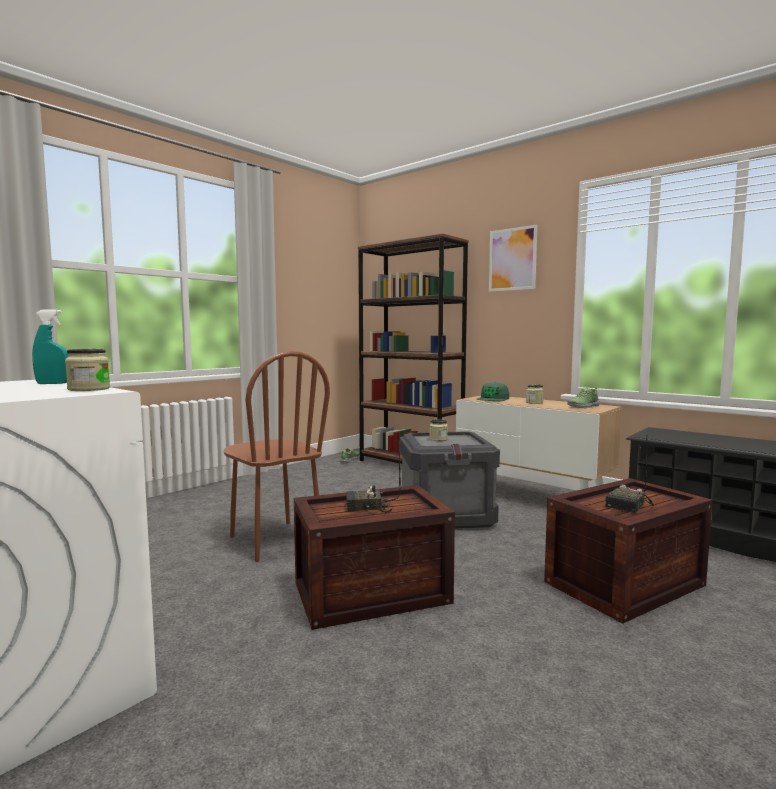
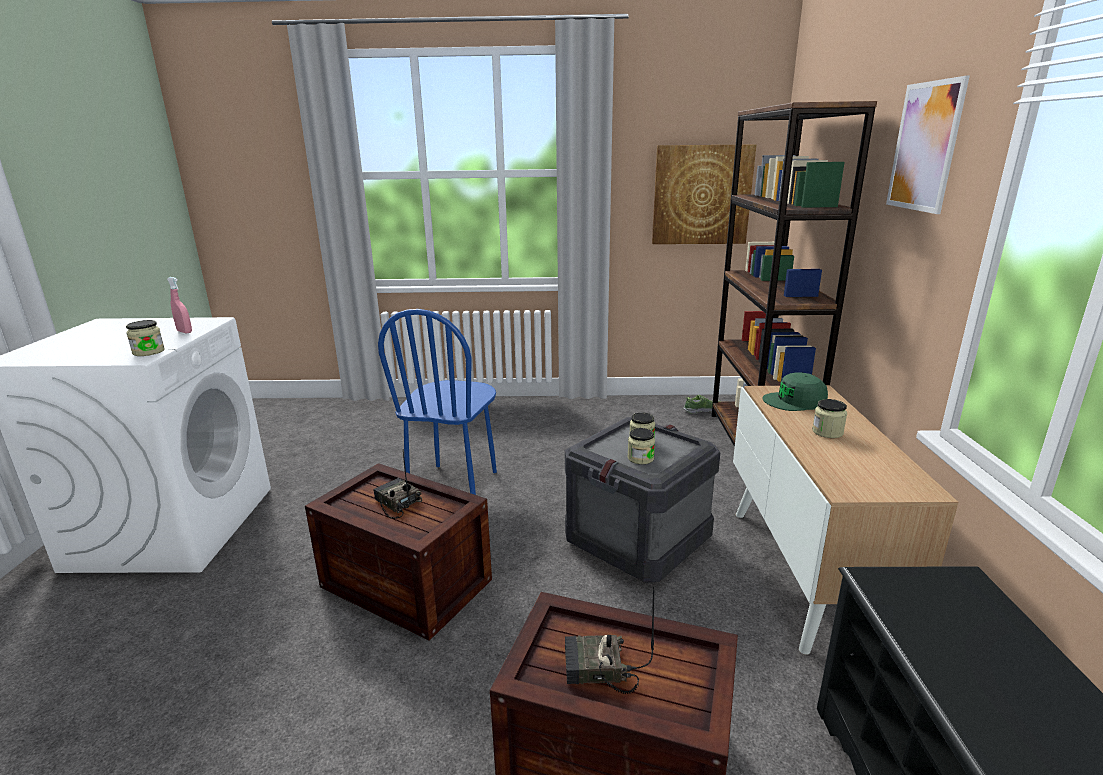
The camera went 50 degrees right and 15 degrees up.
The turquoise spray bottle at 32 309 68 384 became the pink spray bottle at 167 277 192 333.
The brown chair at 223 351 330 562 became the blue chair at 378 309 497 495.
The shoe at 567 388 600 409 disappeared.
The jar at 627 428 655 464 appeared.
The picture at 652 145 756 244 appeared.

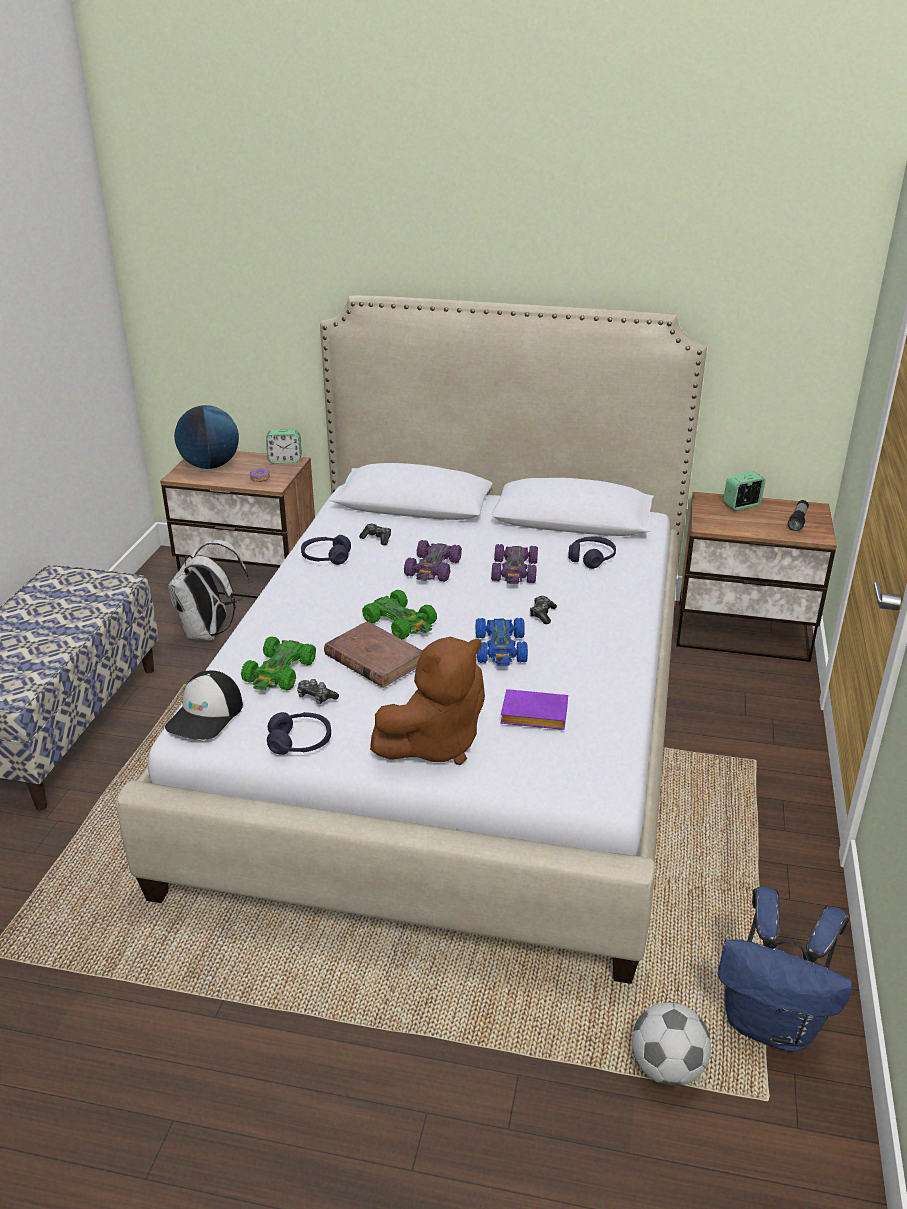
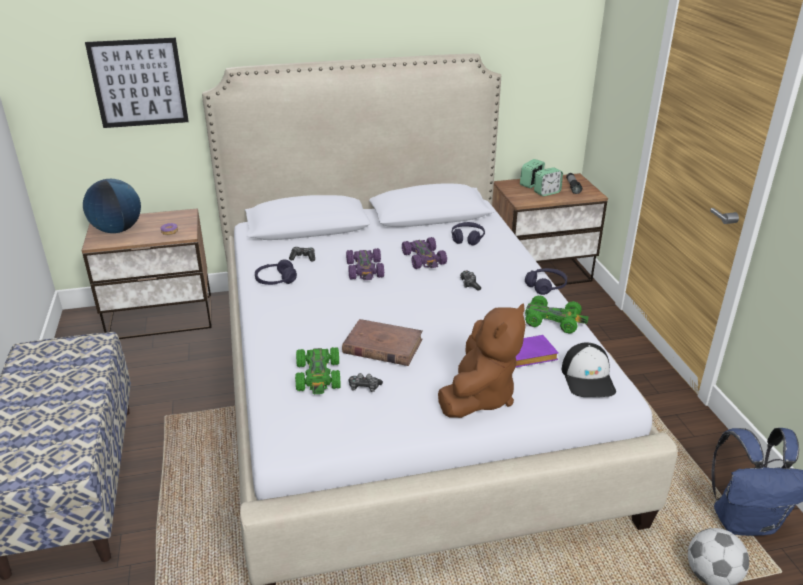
The camera went 25 degrees left and 0 degrees up.
The cap moved from 165 671 243 740 to 562 342 616 397.
The white backpack at 168 540 249 640 disappeared.
The alarm clock moved from 266 429 302 463 to 534 167 563 196.
The purple headphones moved from 267 712 331 755 to 525 268 567 295.
The green toy car moved from 362 590 437 640 to 525 295 588 334.
The blue toy car at 475 618 528 666 disappeared.
The picture at 85 38 189 128 appeared.

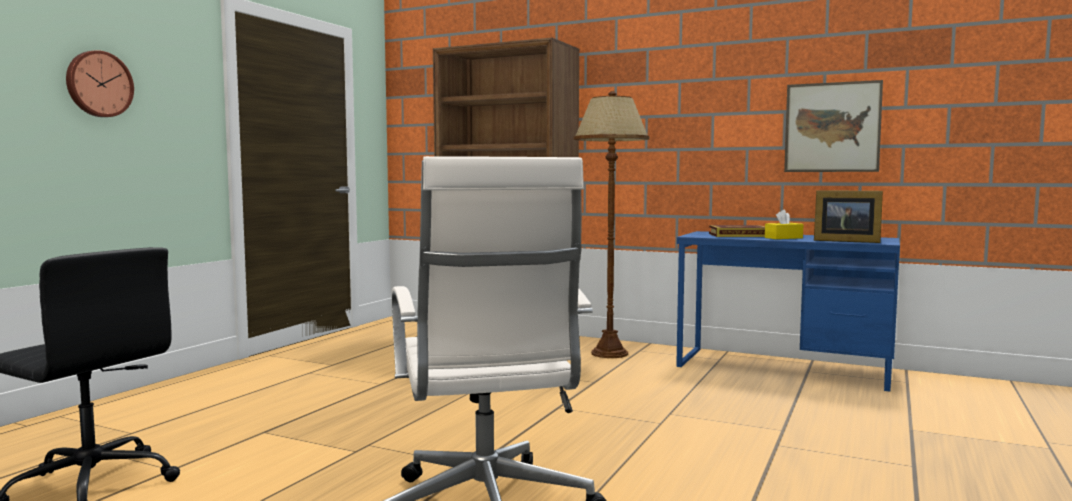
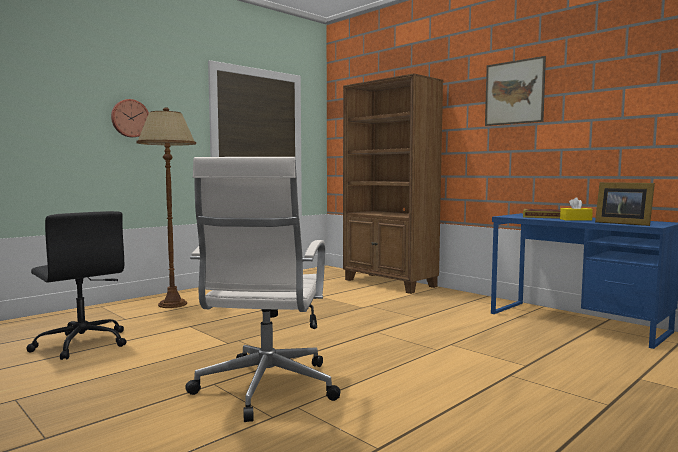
The camera went 20 degrees right and 0 degrees up.
The brown floor lamp moved from 574 91 650 358 to 136 107 196 308.
The picture moved from 784 80 883 172 to 485 56 546 126.

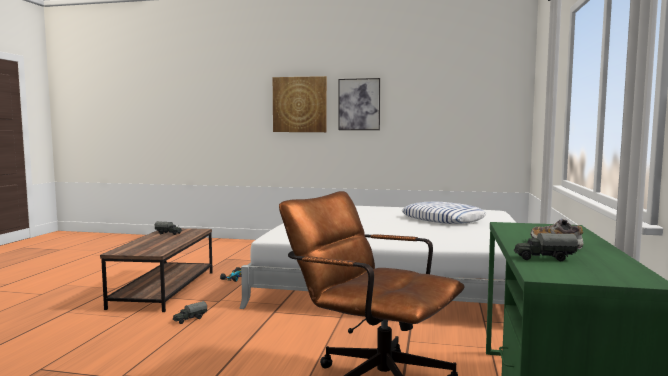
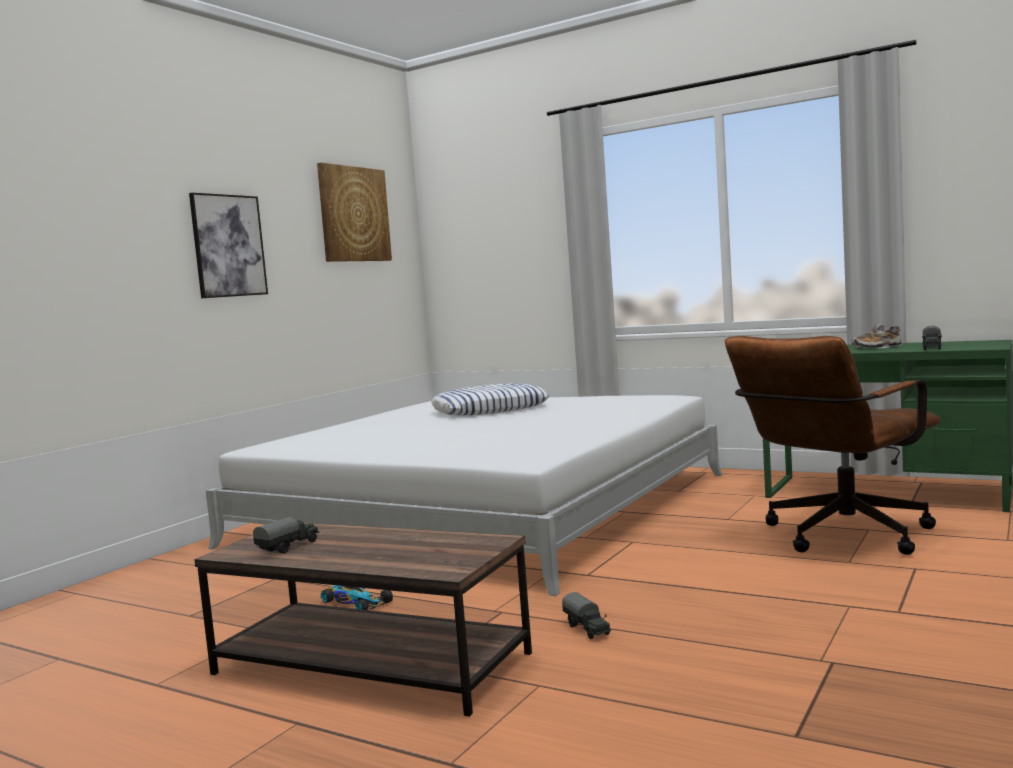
The camera went 70 degrees left and 0 degrees up.
The picture moved from 273 76 327 132 to 317 162 392 262.

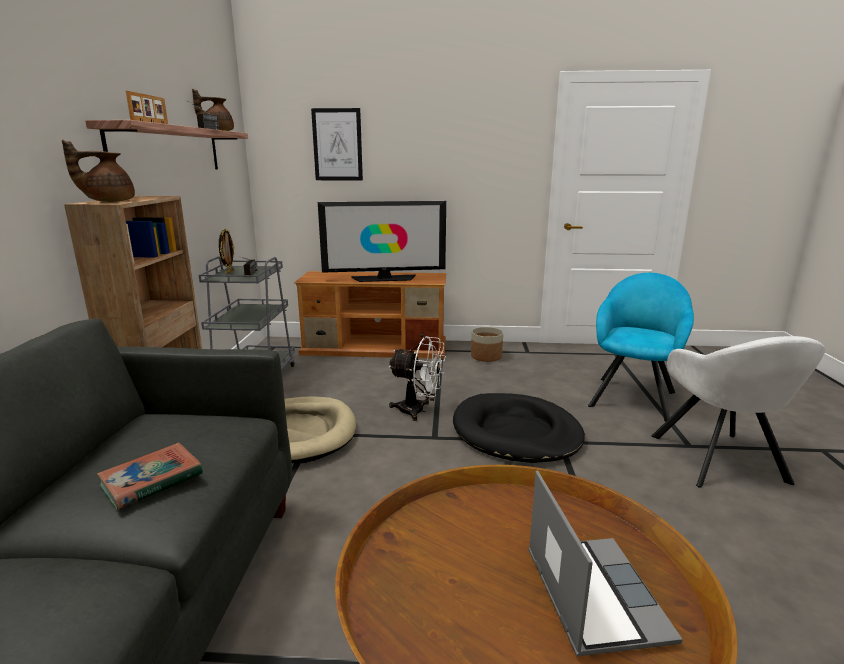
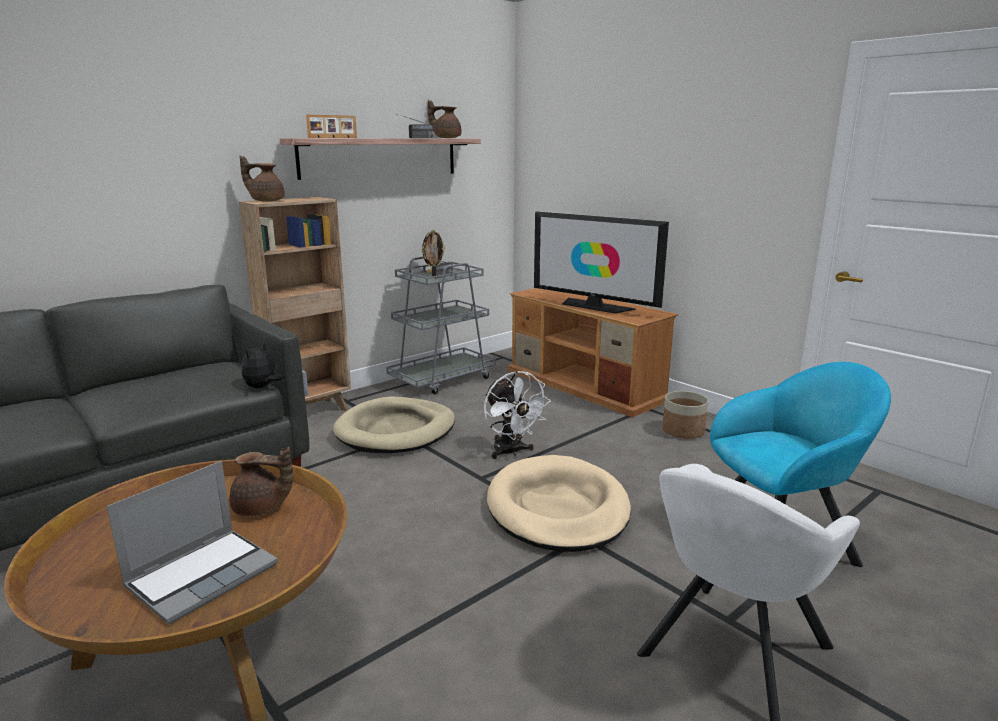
The camera went 45 degrees right and 0 degrees up.
The book at 97 443 203 510 disappeared.
The picture at 311 108 363 180 disappeared.
The black dog bed at 453 393 585 463 became the beige dog bed at 487 455 631 552.
The brown teapot at 230 447 293 516 appeared.
The plush toy at 241 341 284 388 appeared.

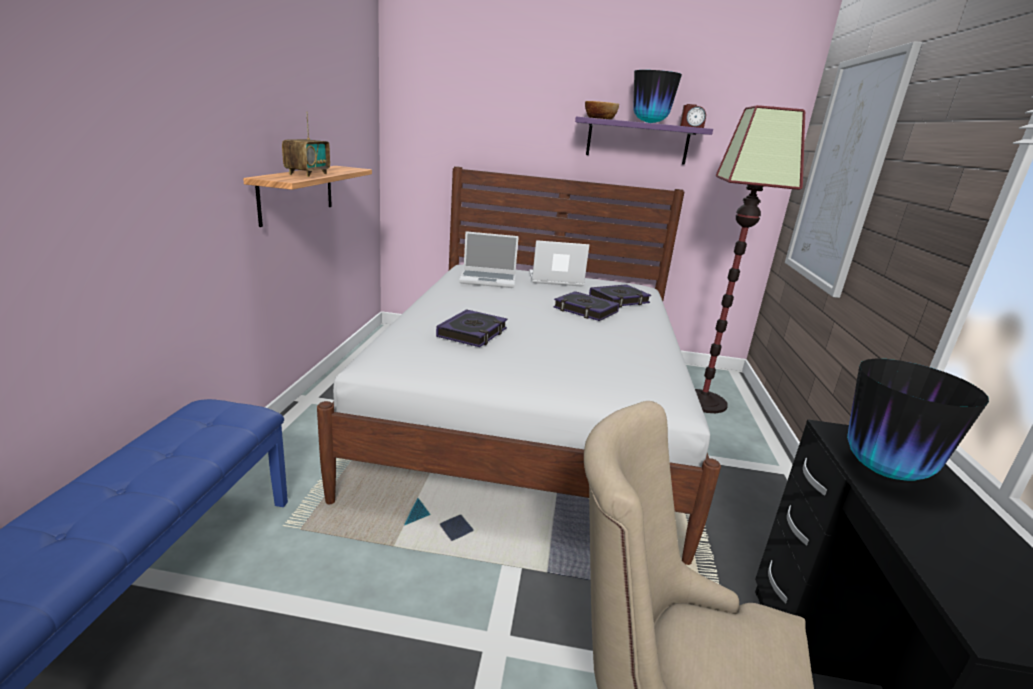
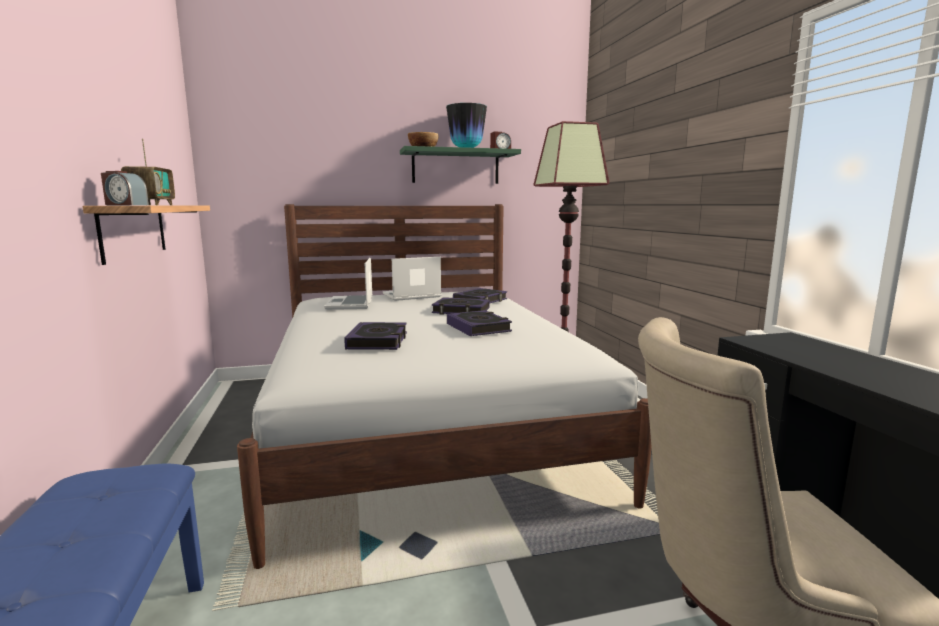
The camera went 20 degrees left and 10 degrees down.
The laptop at 459 231 519 288 turned 105 degrees clockwise.
The purple shelf at 575 117 713 165 became the green shelf at 400 146 521 184.
The picture at 785 41 922 298 disappeared.
The vase at 847 359 989 481 disappeared.
The alarm clock at 101 171 149 205 appeared.
The book at 447 310 512 336 appeared.

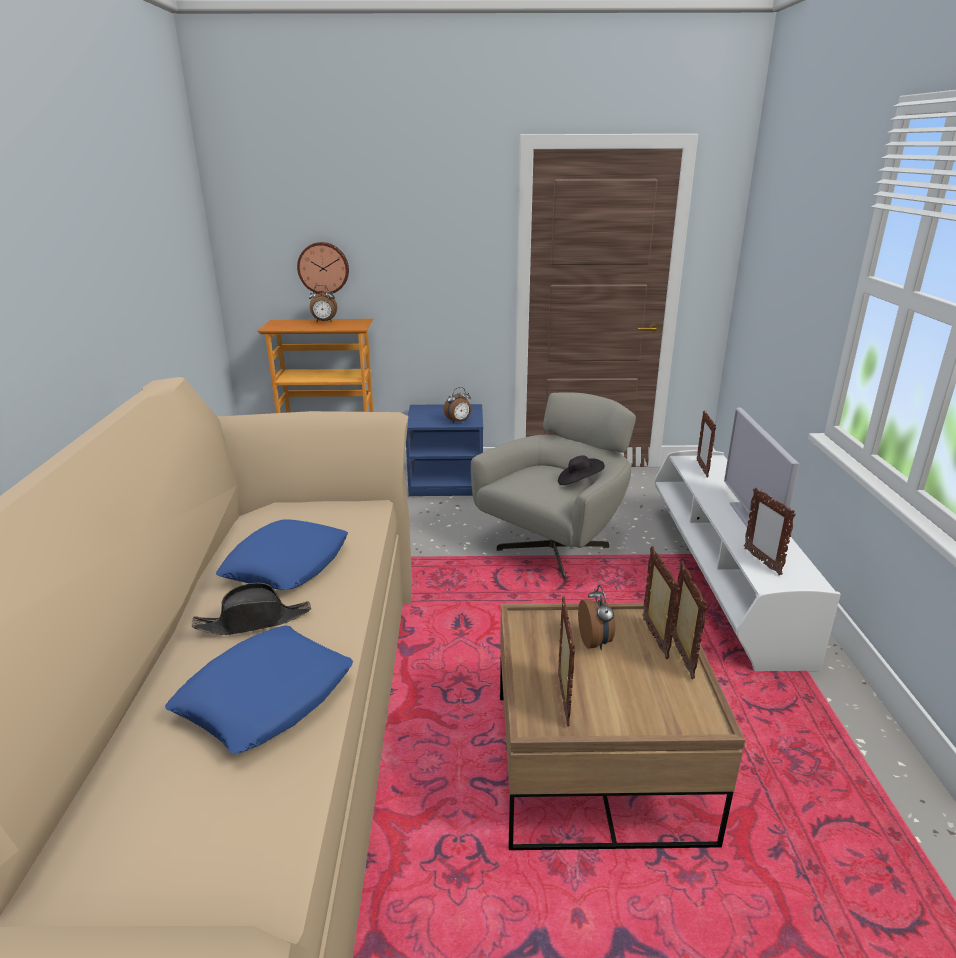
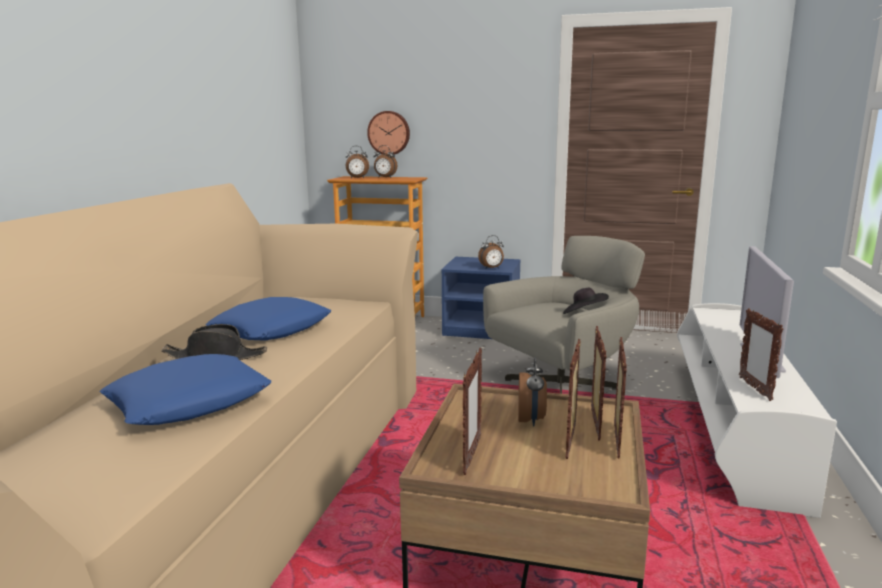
The camera went 15 degrees right and 10 degrees down.
The picture frame moved from 697 410 716 478 to 566 339 581 459.
The alarm clock at 346 146 369 178 appeared.

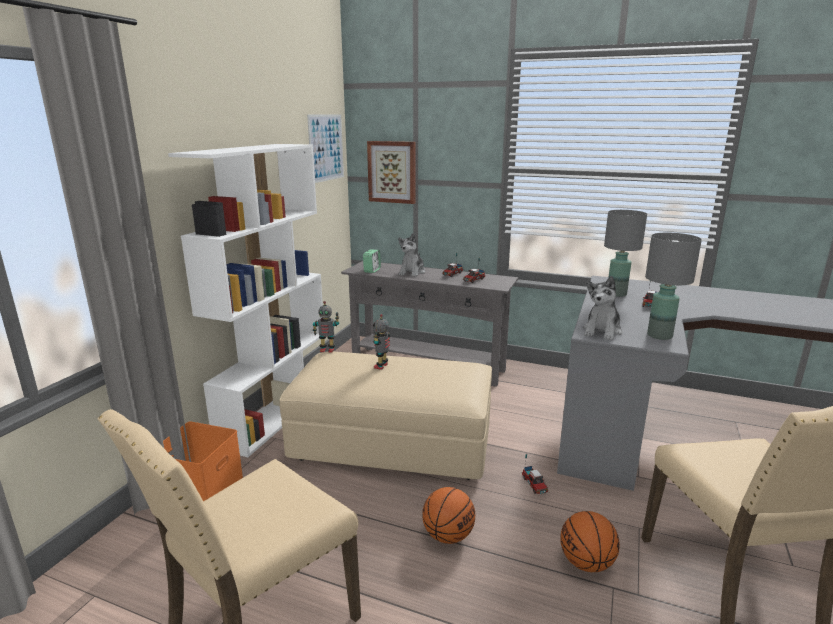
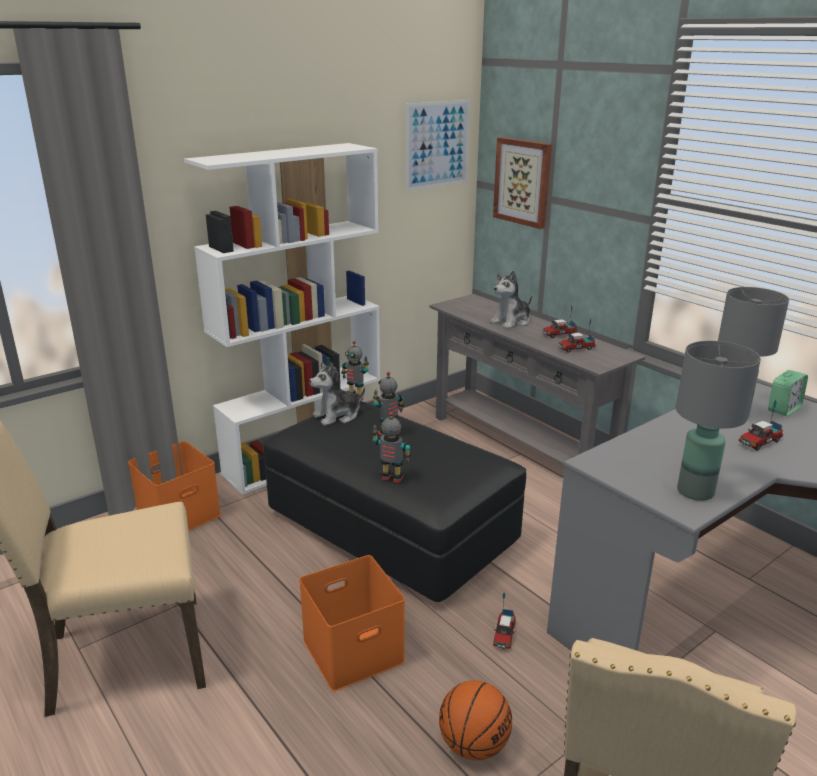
The camera went 30 degrees right and 5 degrees up.
The beige ottoman at 280 352 492 480 became the black ottoman at 263 401 526 602.
The alarm clock moved from 363 250 381 273 to 768 370 808 416.
The basketball at 422 487 475 544 was replaced by the orange storage box at 299 555 405 691.
The plush toy moved from 583 276 622 340 to 309 362 365 426.
The toy robot at 372 412 411 483 appeared.

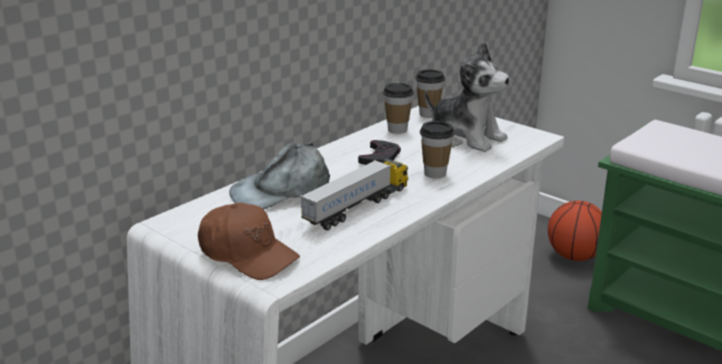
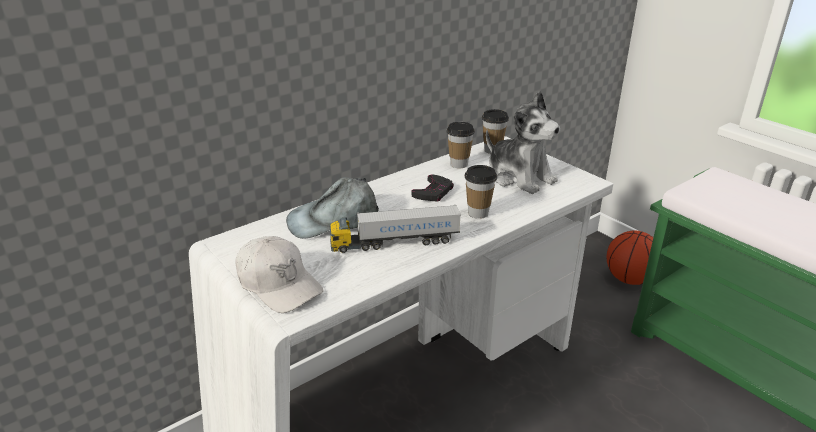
The camera went 10 degrees right and 5 degrees up.
The brown cap at 198 203 300 280 became the white cap at 235 236 324 313.
The toy truck at 300 159 408 230 turned 150 degrees counterclockwise.

